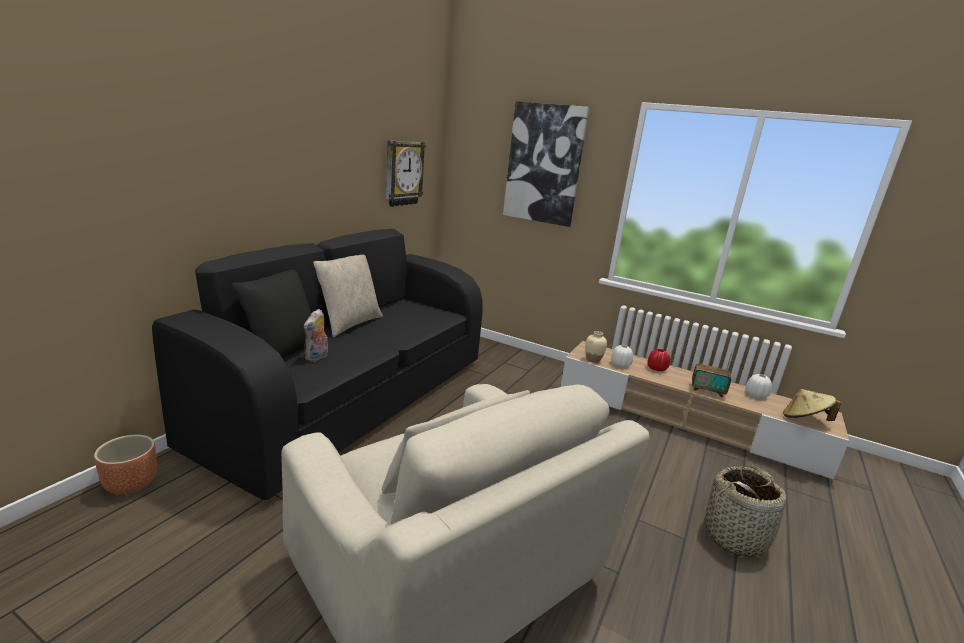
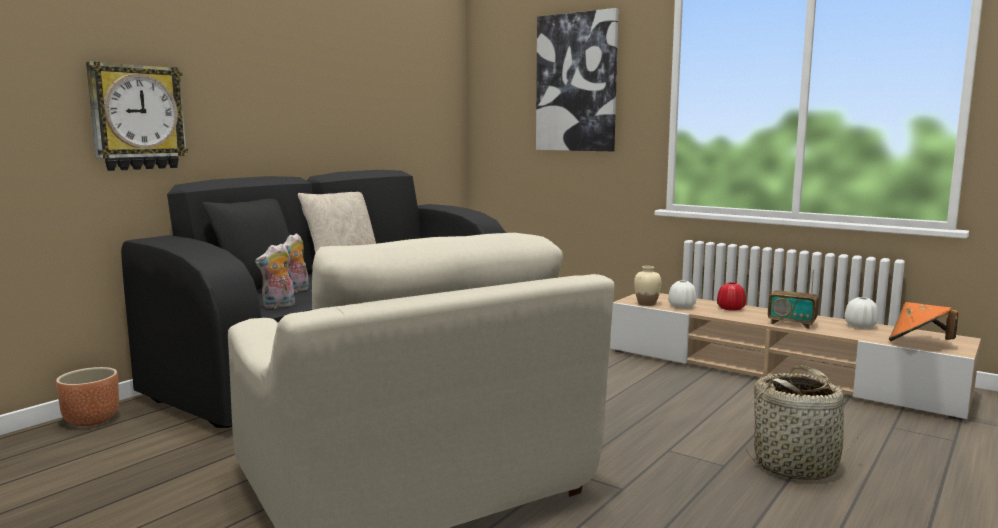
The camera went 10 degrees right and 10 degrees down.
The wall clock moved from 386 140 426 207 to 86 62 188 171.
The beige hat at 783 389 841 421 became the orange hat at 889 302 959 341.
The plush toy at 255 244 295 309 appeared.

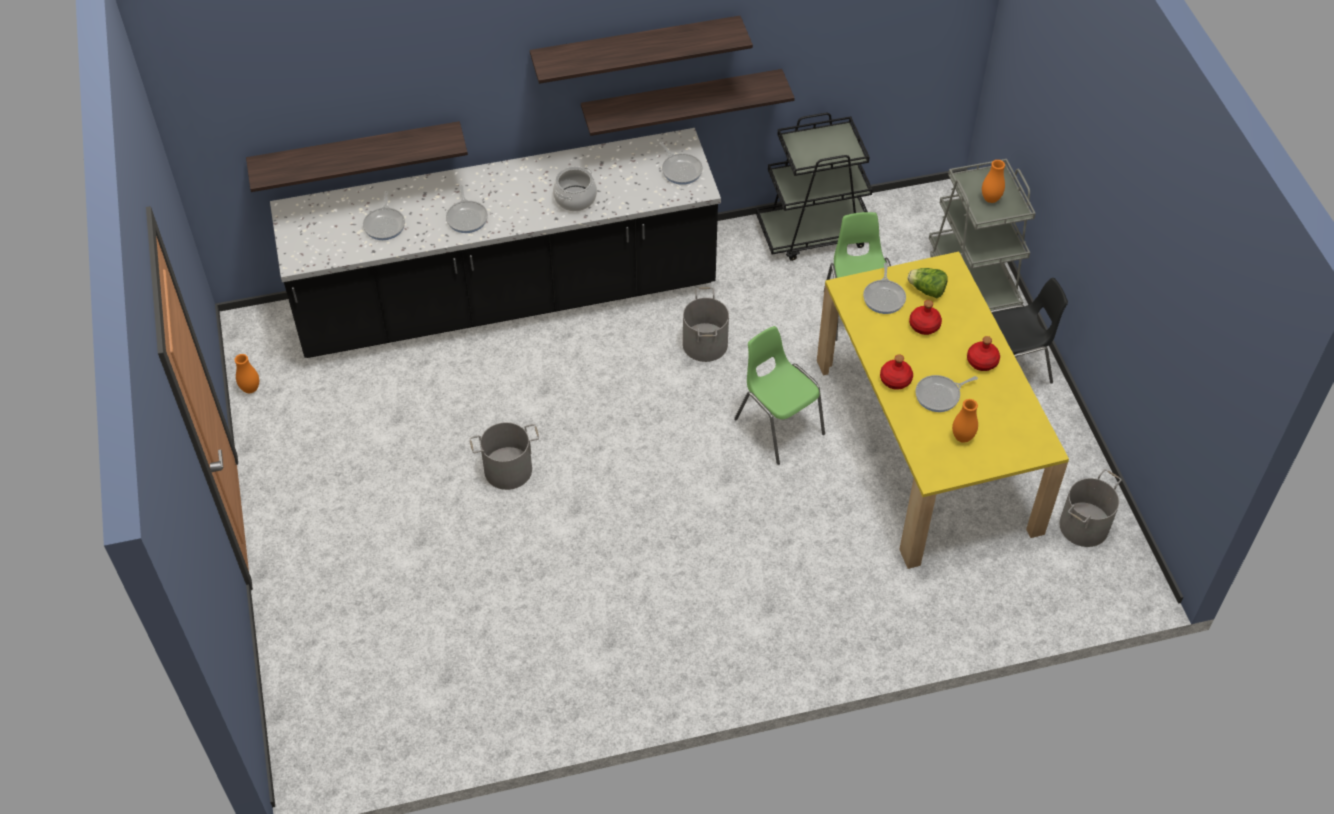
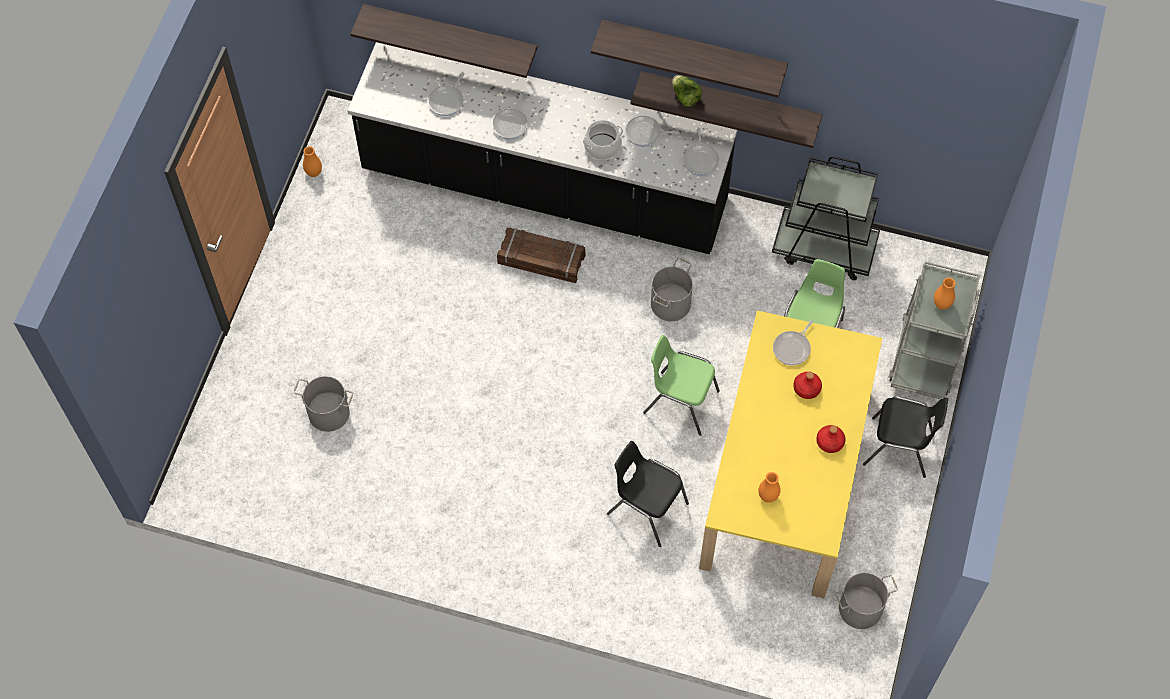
The camera went 30 degrees right and 10 degrees up.
The grey bucket moved from 470 422 539 490 to 294 376 353 432.
The green chair at 734 326 825 465 turned 60 degrees counterclockwise.
The red bottle at 880 355 913 390 disappeared.
The lettuce moved from 907 268 948 298 to 672 75 702 107.
The frying pan moved from 915 375 978 412 to 625 115 680 147.
The crate at 497 227 585 283 appeared.
The black chair at 607 441 689 547 appeared.

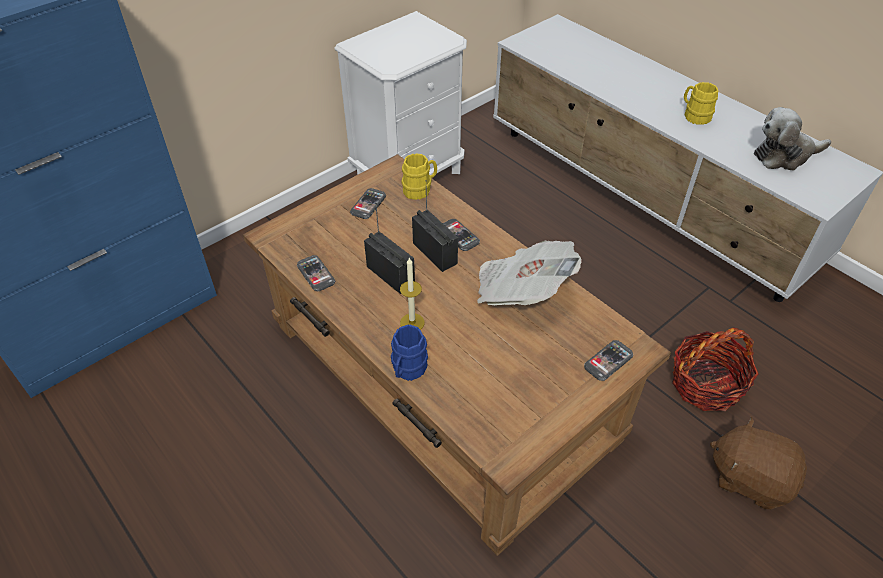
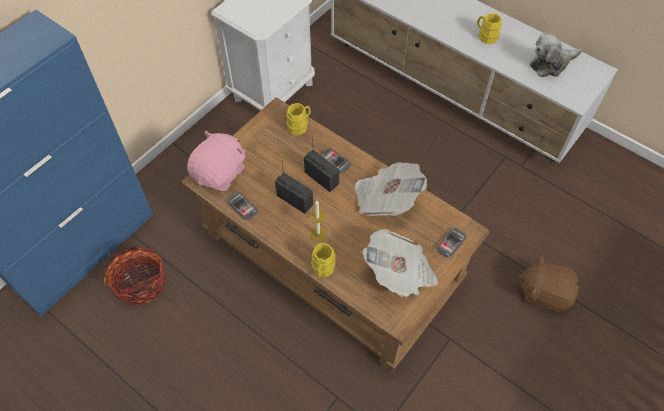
The camera went 10 degrees left and 10 degrees up.
The phone at 350 188 386 219 disappeared.
The blue mug at 391 324 428 381 became the yellow mug at 311 243 336 278.
The basket moved from 672 328 758 411 to 104 247 166 306.
The pink plush toy at 187 131 245 191 appeared.
The newspaper at 363 229 438 298 appeared.

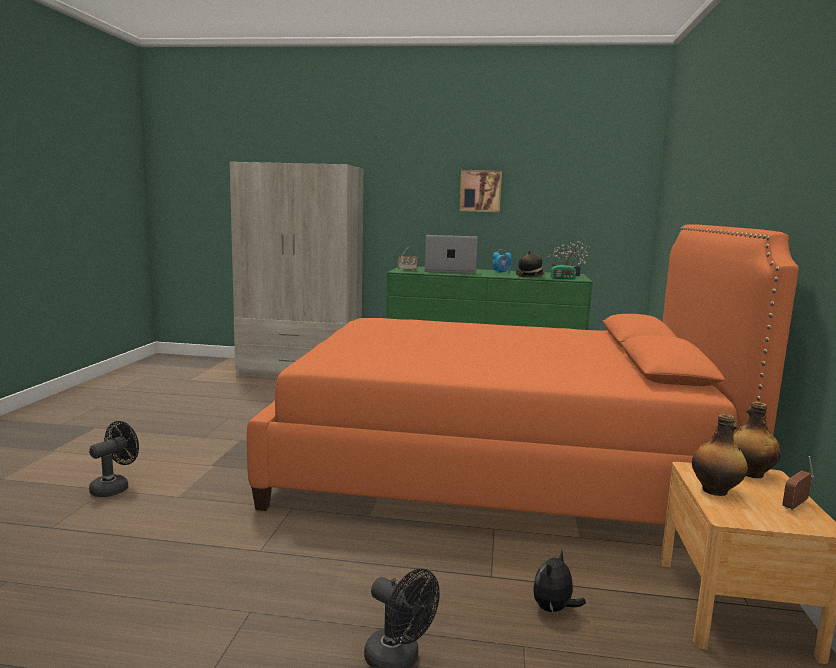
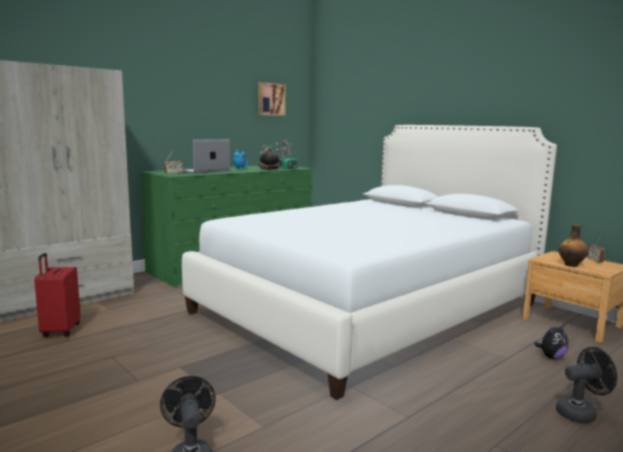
The camera went 50 degrees left and 0 degrees up.
The orange bed at 247 224 798 525 became the white bed at 182 125 557 400.
The picture moved from 459 170 502 212 to 258 82 286 116.
The plush toy at 533 550 586 614 turned 105 degrees counterclockwise.
The bottle at 734 402 781 478 disappeared.
The red suitcase at 34 253 81 337 appeared.

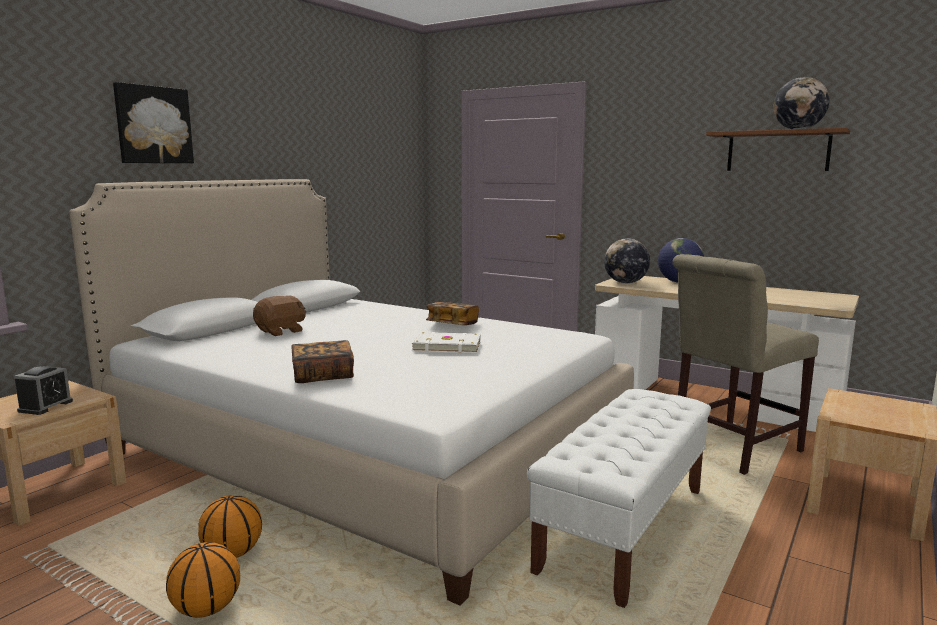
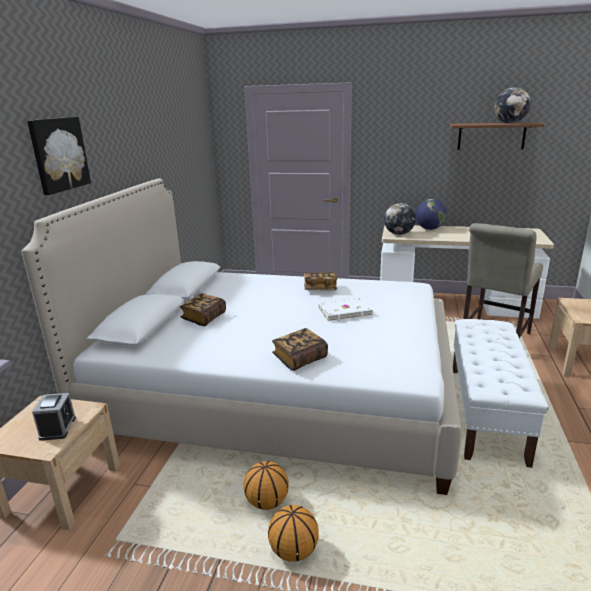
The camera went 20 degrees left and 10 degrees up.
The brown plush toy at 253 296 306 336 was replaced by the book at 180 293 226 326.

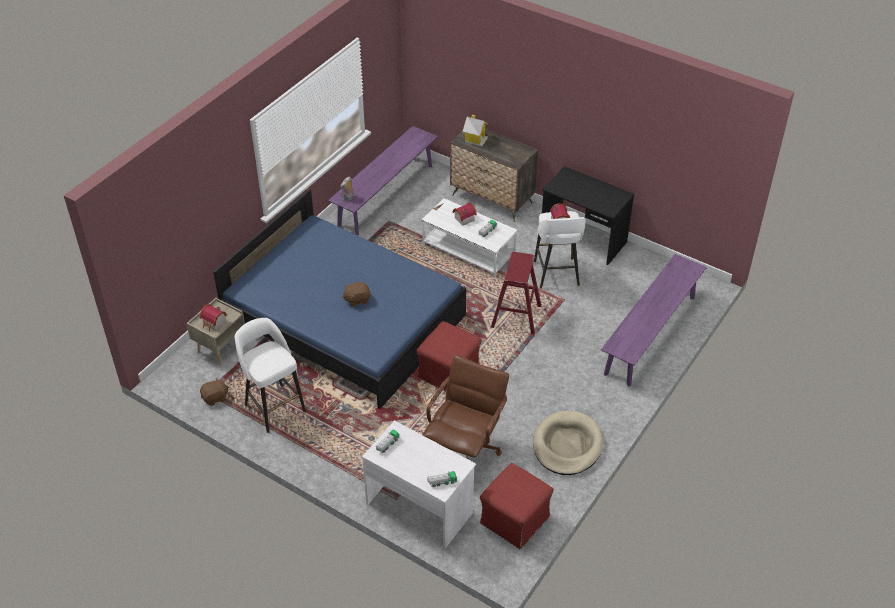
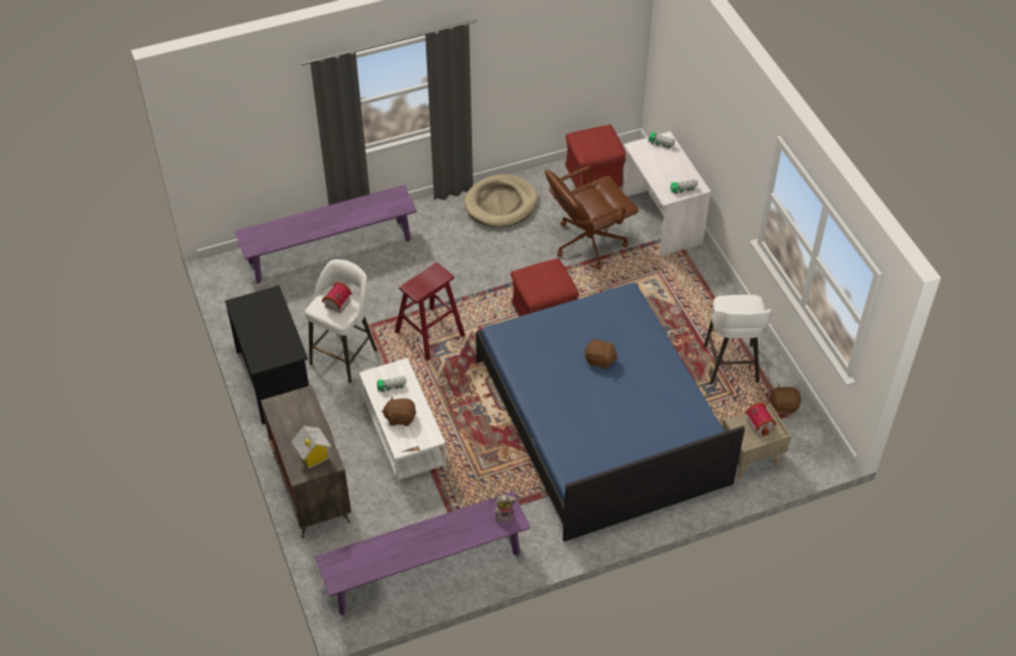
The camera went 145 degrees left and 5 degrees up.
The toy house at 453 202 477 226 was replaced by the brown plush toy at 381 396 416 426.

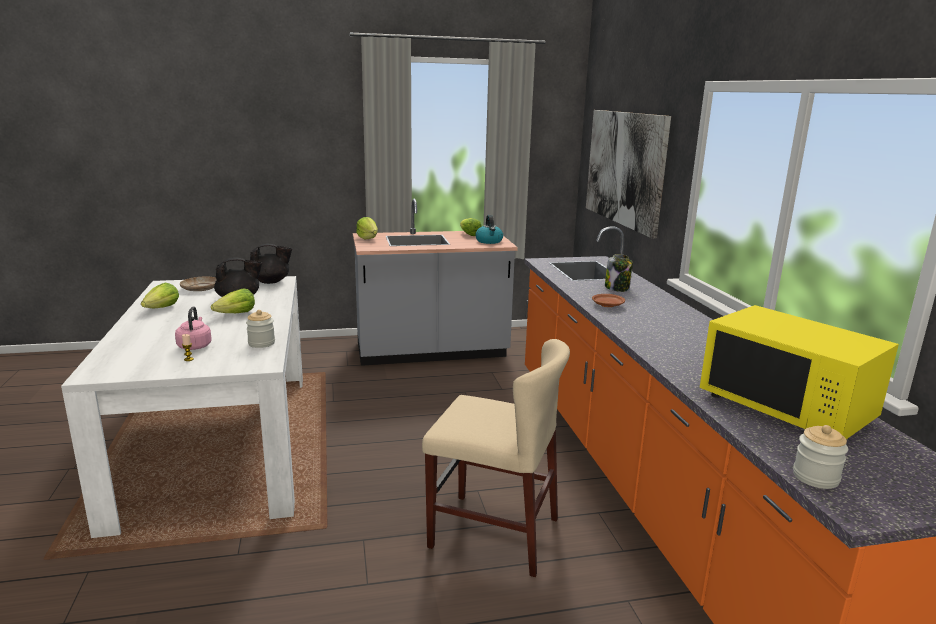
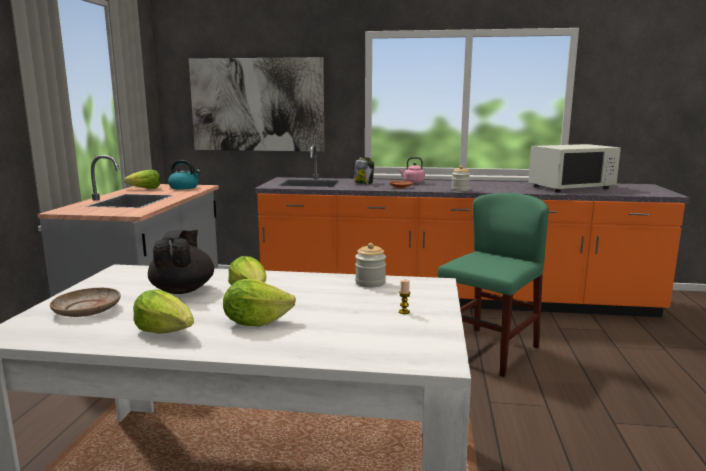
The camera went 70 degrees left and 5 degrees down.
The pink kettle moved from 175 306 212 350 to 399 157 425 184.
The black teapot at 250 244 292 284 disappeared.
The lettuce moved from 356 217 378 239 to 223 279 296 327.
The beige chair at 422 339 570 577 became the green chair at 437 193 549 377.
The yellow microwave at 700 305 899 439 became the white microwave at 528 144 621 192.
The jar moved from 793 425 848 489 to 451 166 470 191.

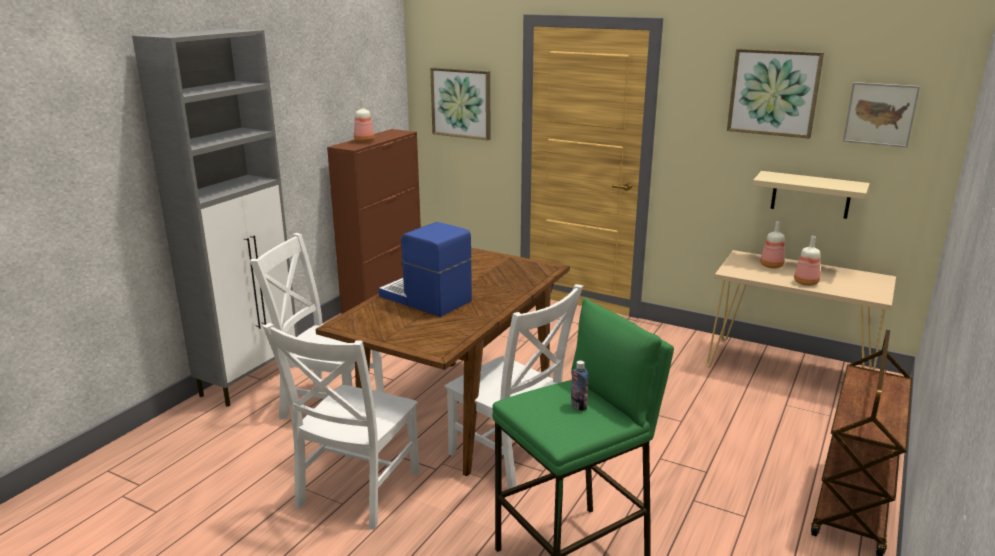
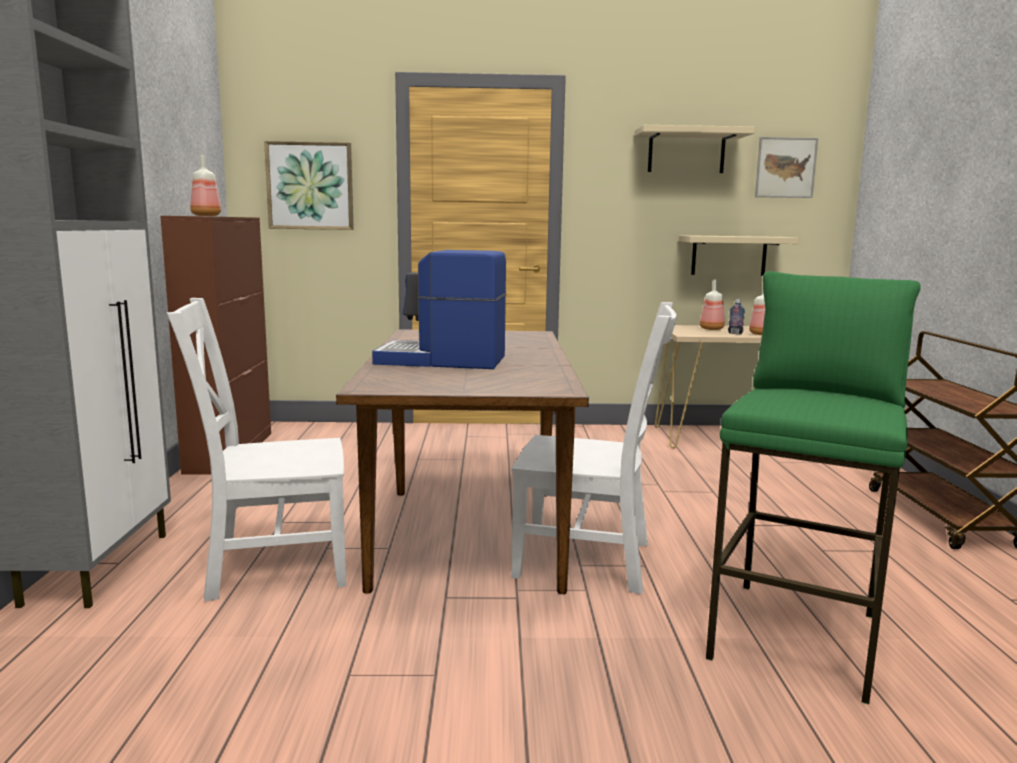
The camera went 30 degrees left and 10 degrees down.
The white chair at 262 323 420 530 disappeared.
The bottle moved from 571 361 588 411 to 728 299 745 334.
The picture at 727 49 824 139 was replaced by the beige shelf at 635 125 755 173.

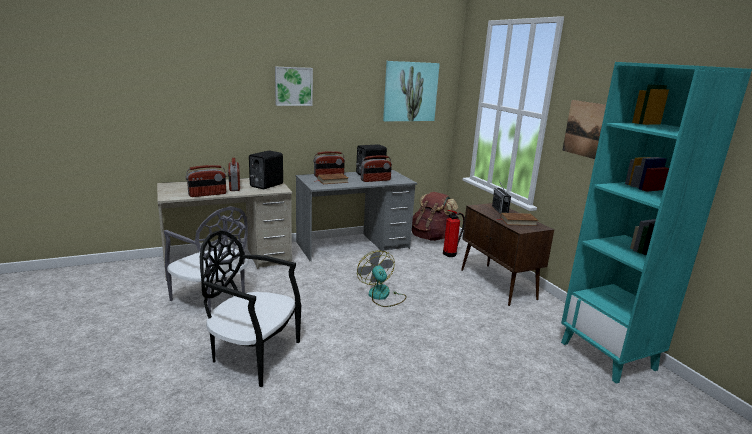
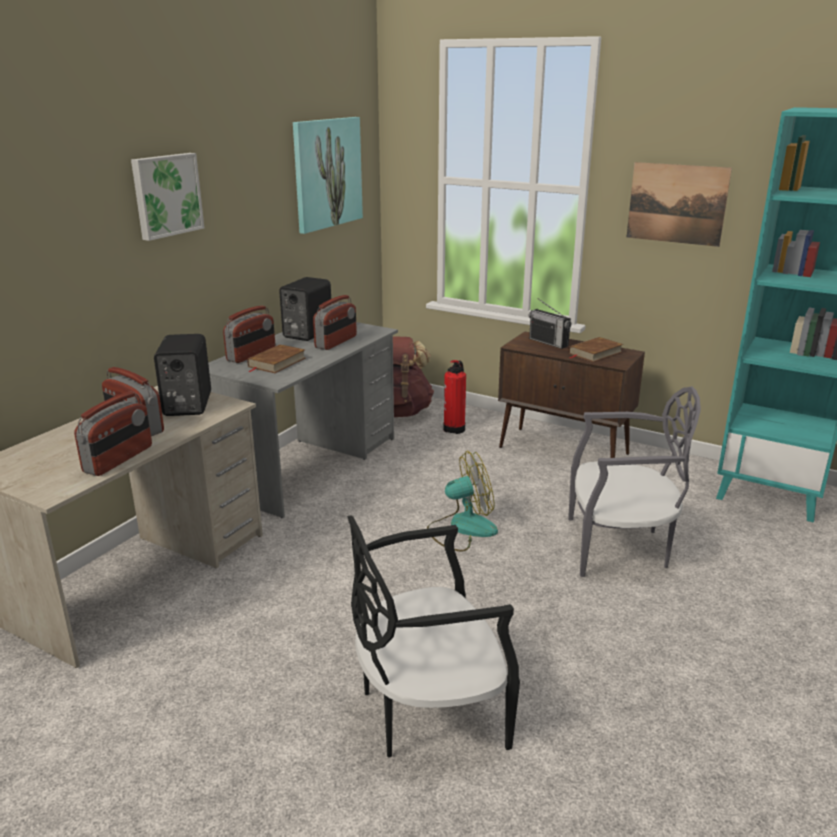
The camera went 35 degrees left and 5 degrees up.
The grey chair moved from 164 206 248 313 to 568 386 701 577.
The fan at 357 250 407 307 turned 135 degrees clockwise.

